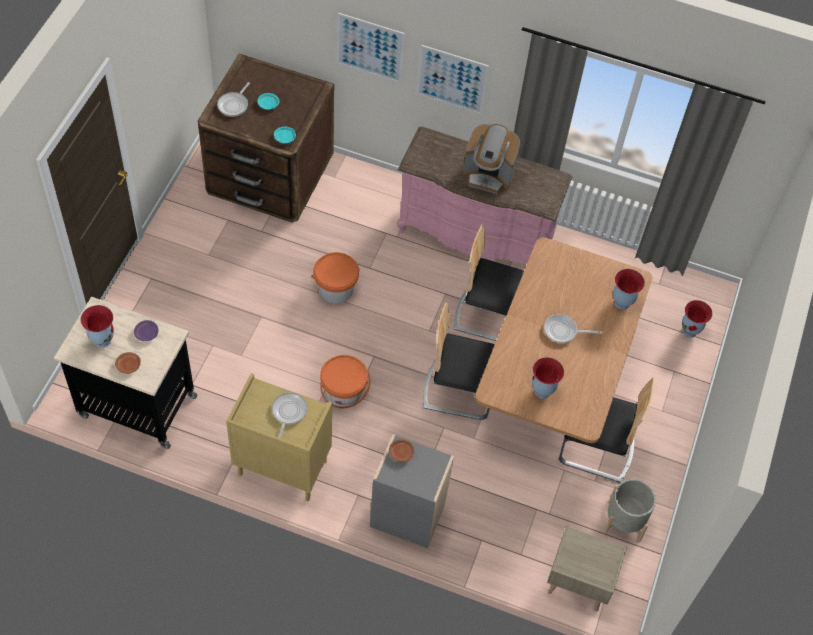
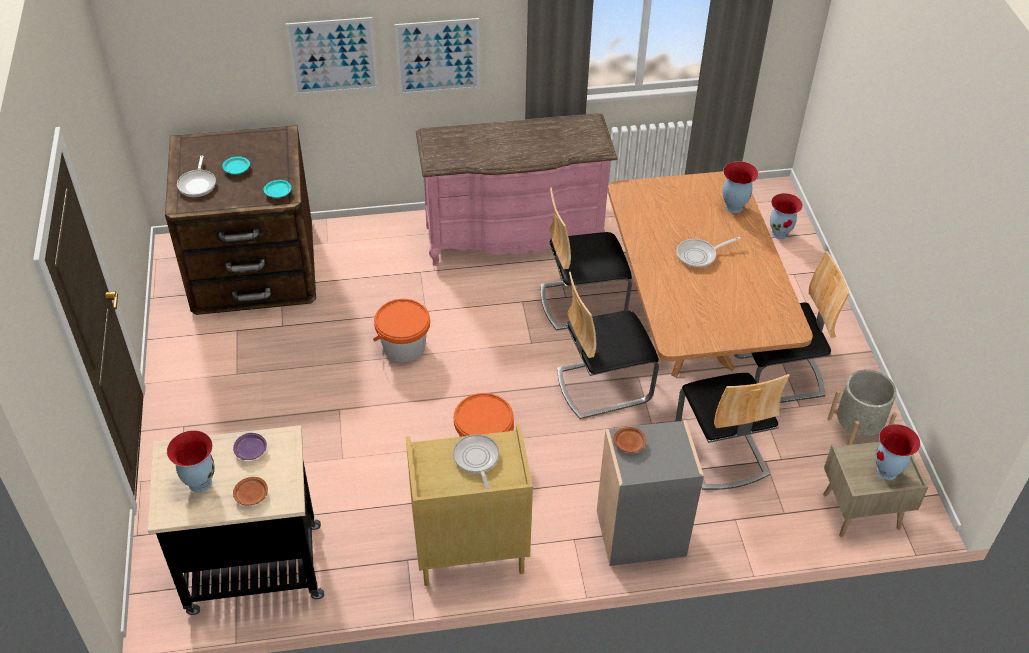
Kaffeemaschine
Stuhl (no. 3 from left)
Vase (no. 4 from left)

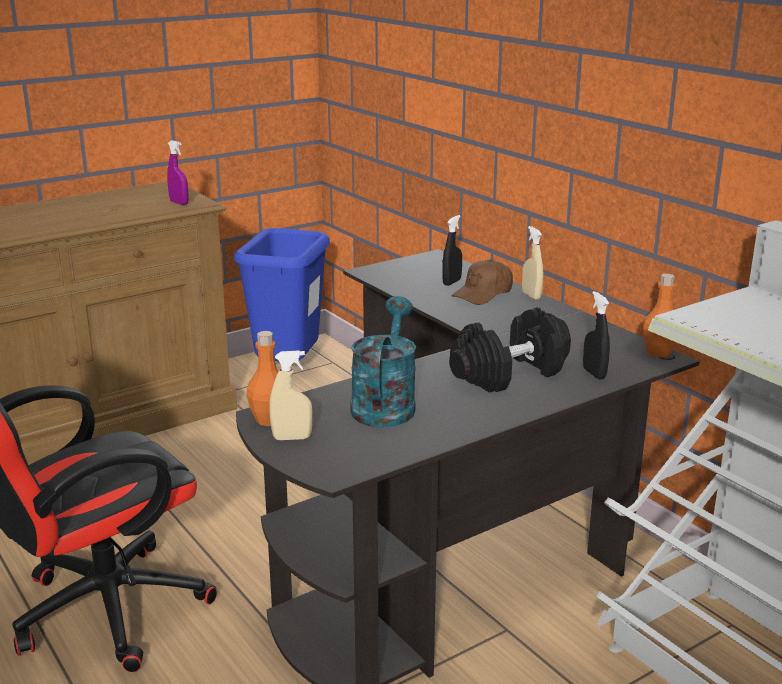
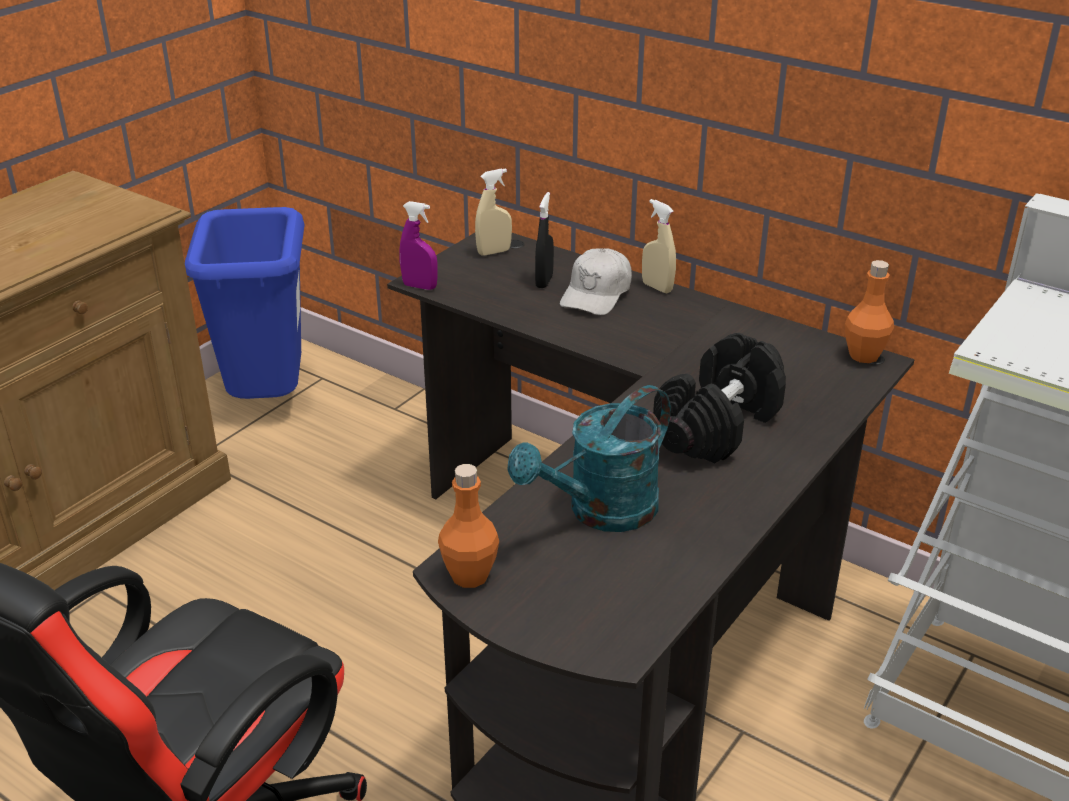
Sprühflasche (schwarz) (no. 2 from left in the first image)
Sprühflasche (lila)
Sprühflasche (beige) (no. 1 from left)
Kappe (weiß)
Gießkanne (türkis)

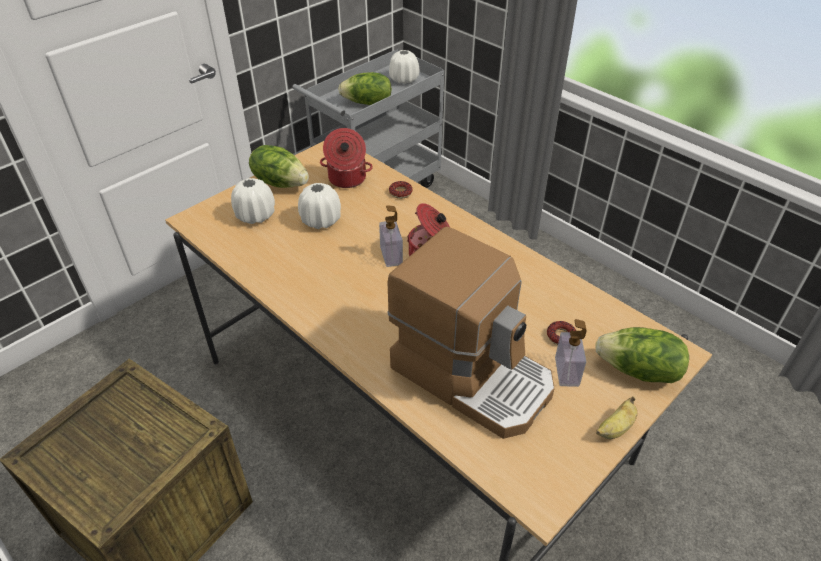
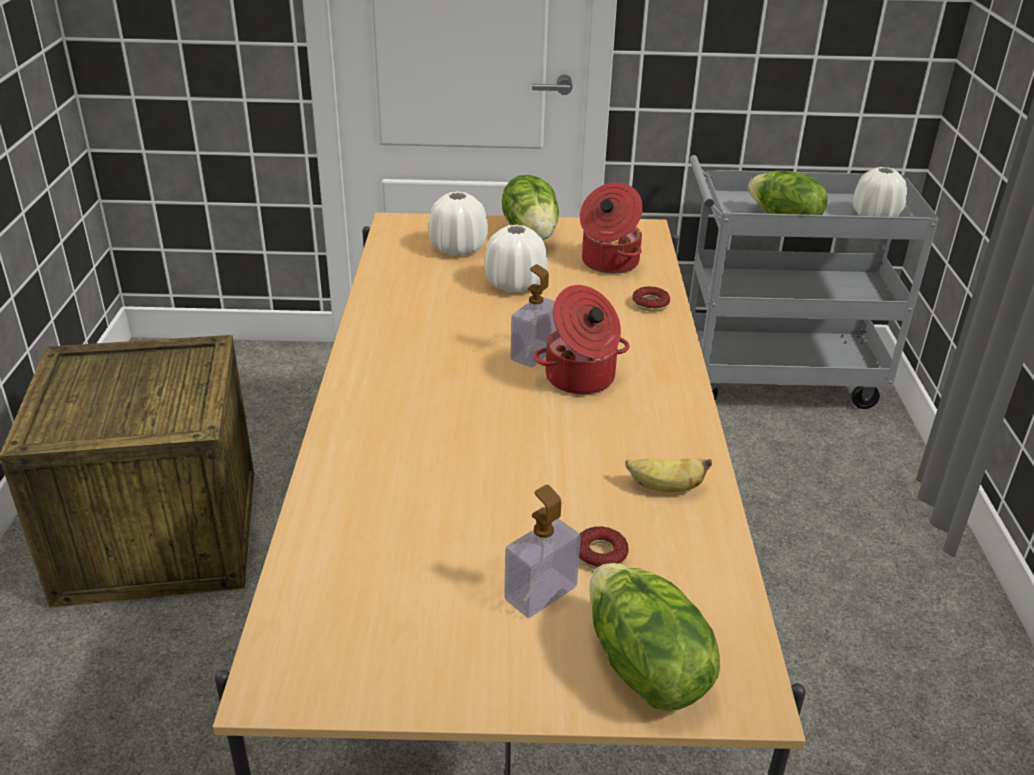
Kaffeemaschine
Banane

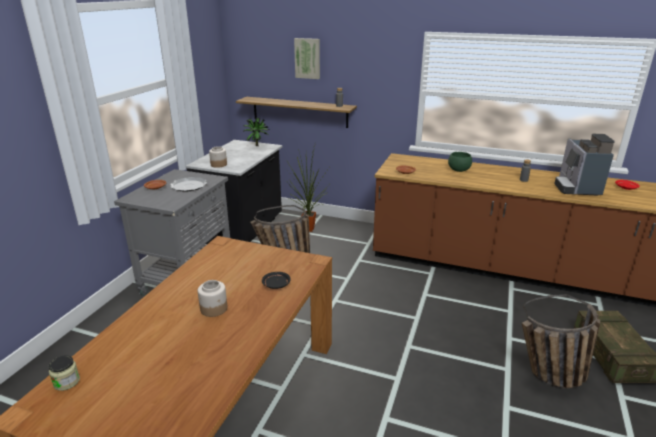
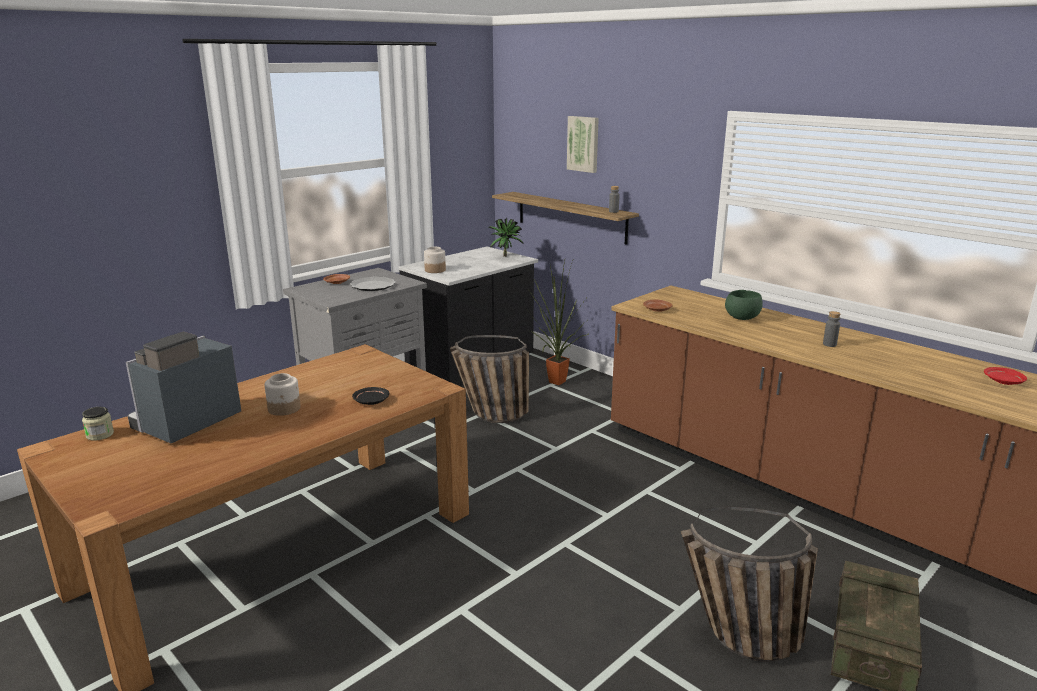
Kaffeemaschine

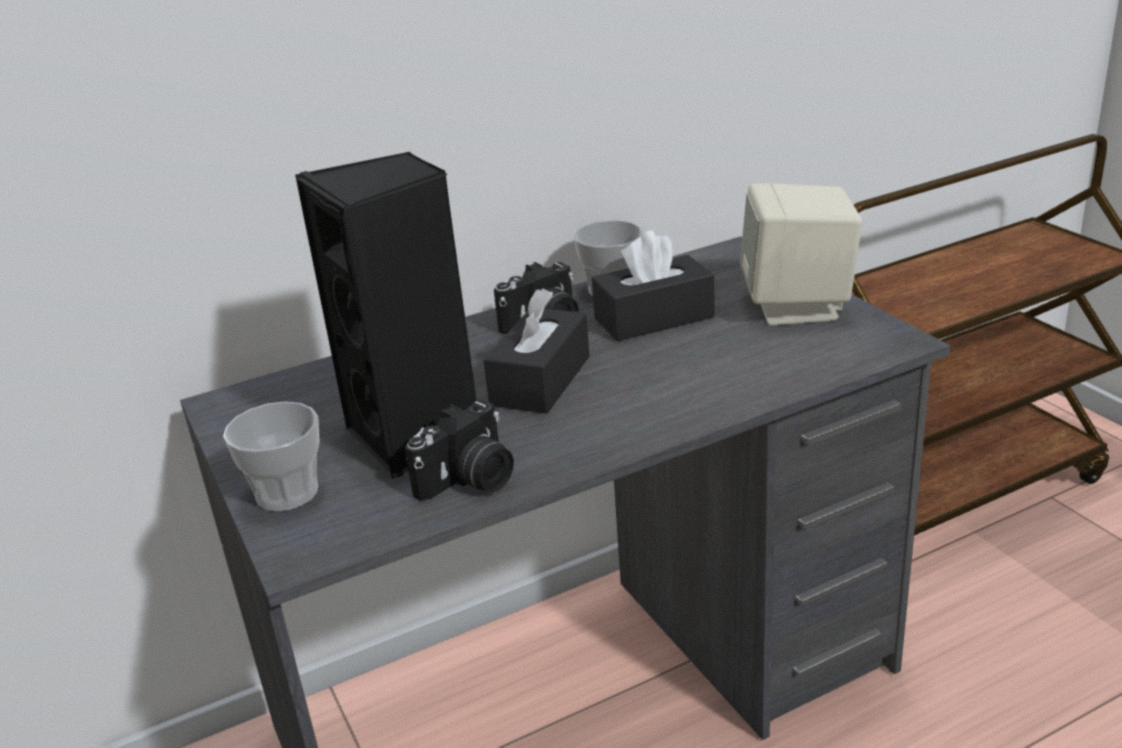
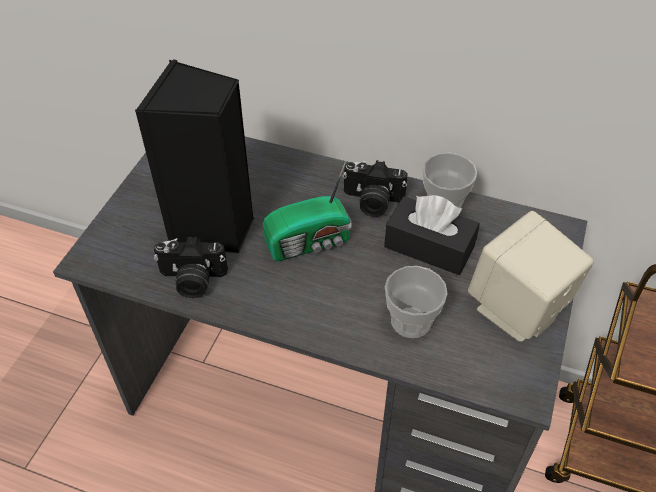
Tasse (no. 1 from left)
Radio

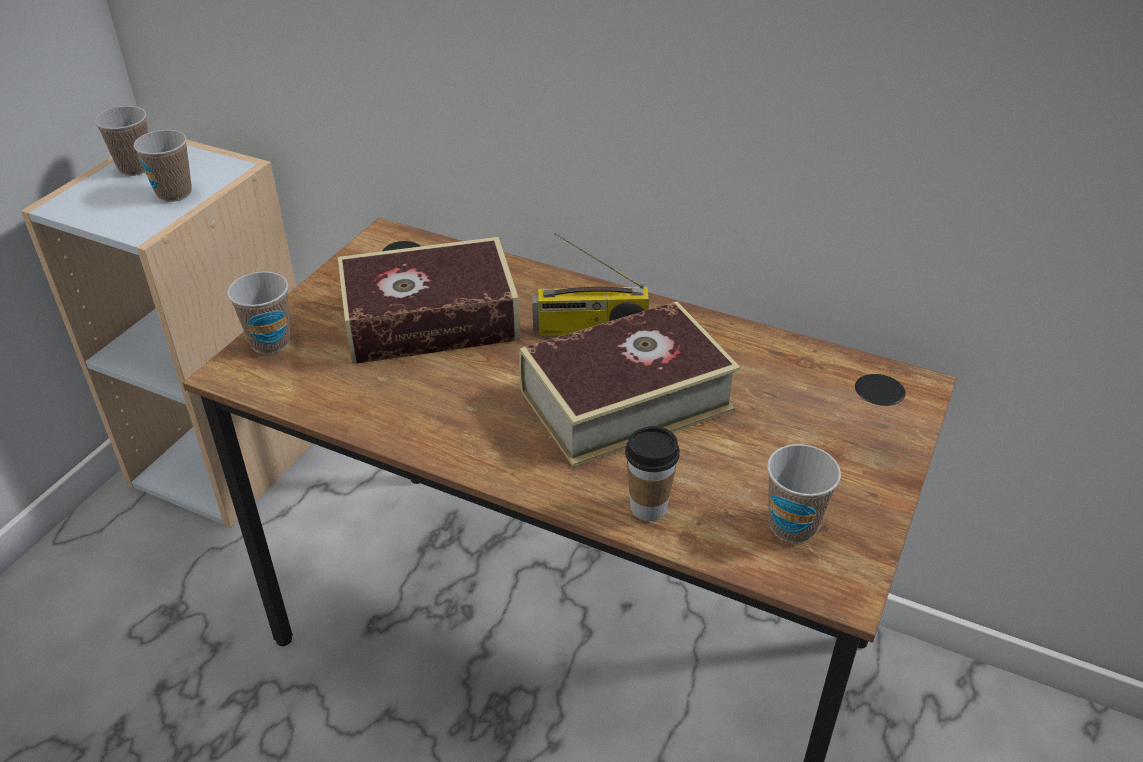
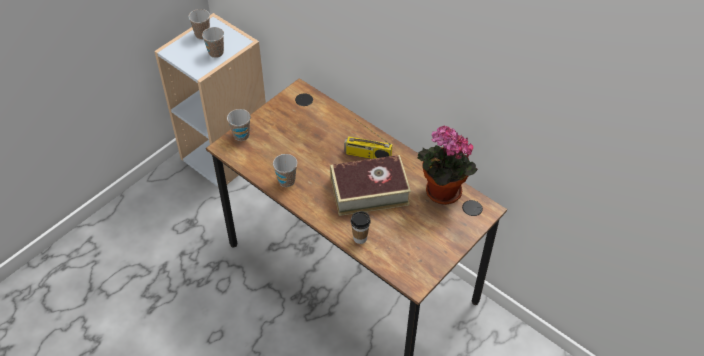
Buch (no. 1 from left in the first image)
Topfpflanze
Tasse (no. 4 from left)

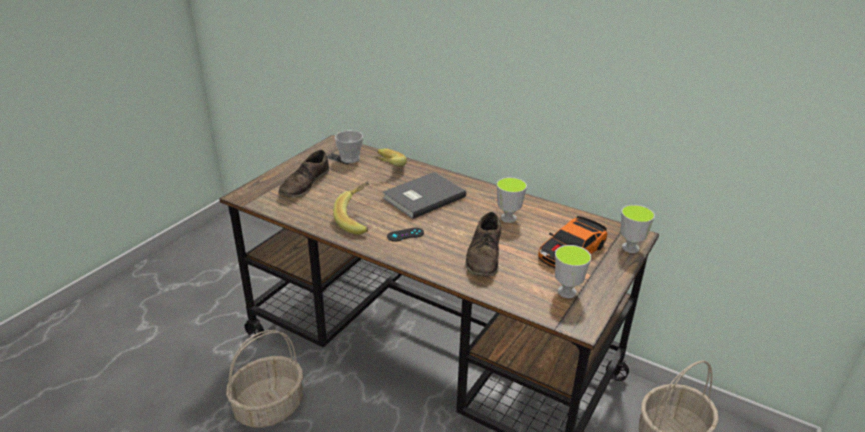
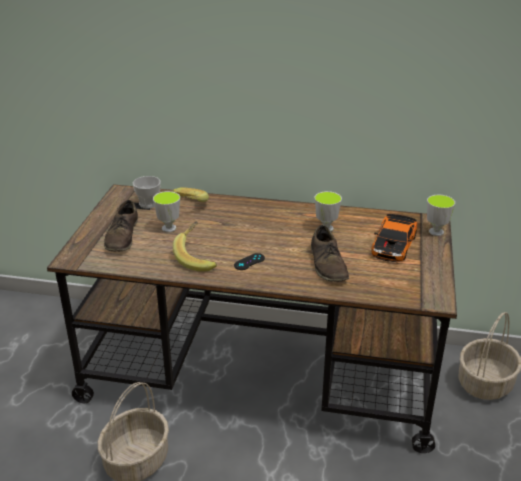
Buch (grau)
Tasse (no. 2 from left)

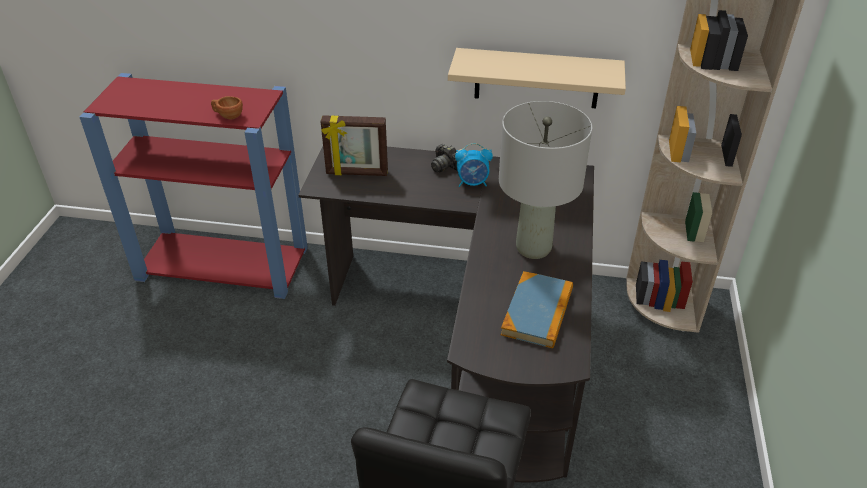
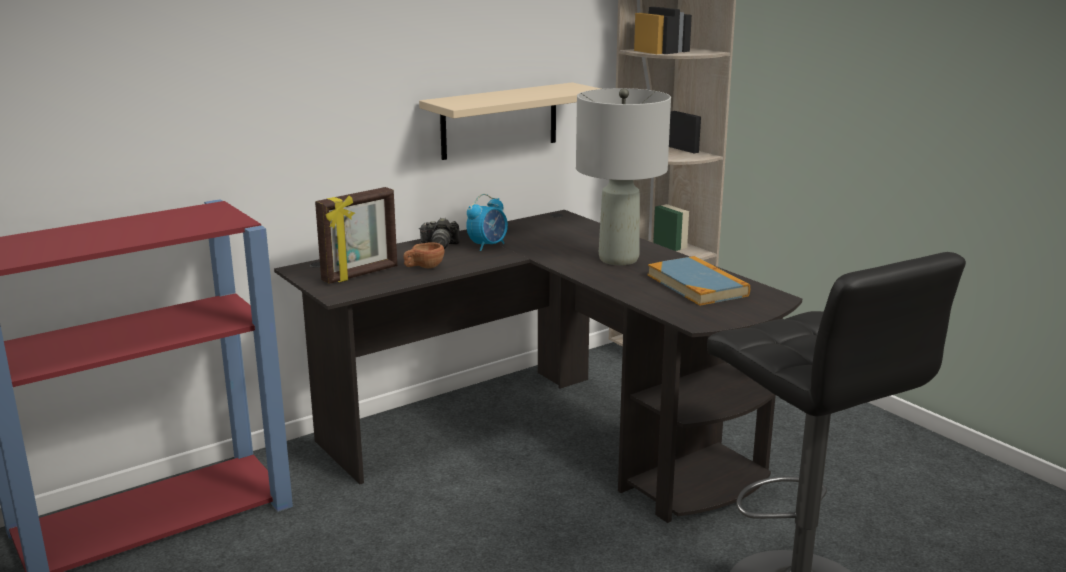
Tasse (braun)

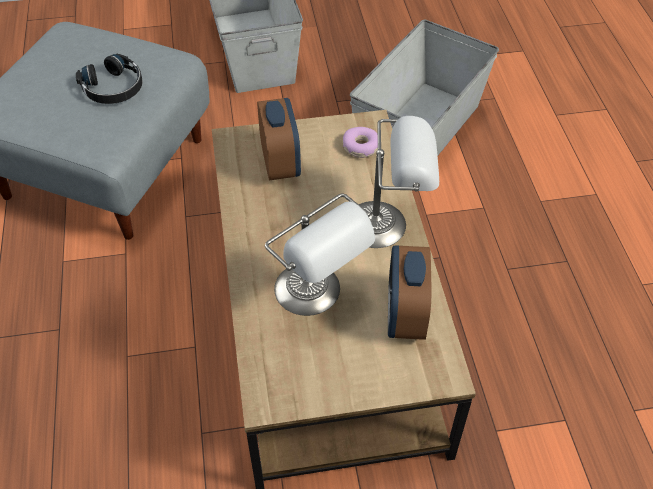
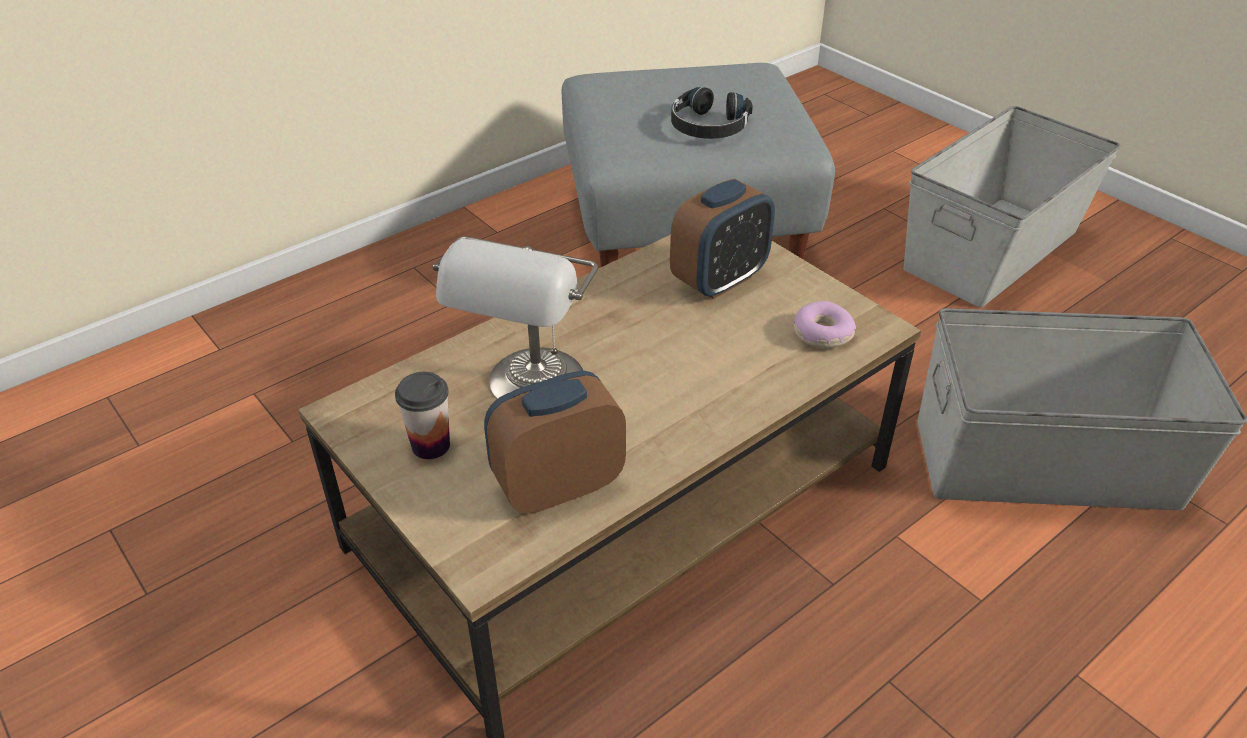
Tischlampe (weiß) (no. 2 from left in the first image)
Tasse

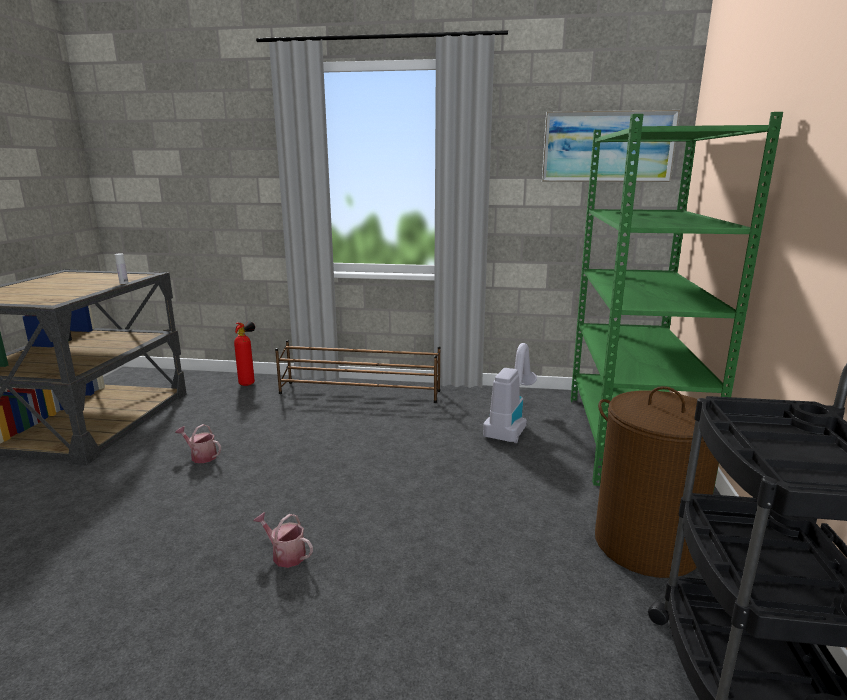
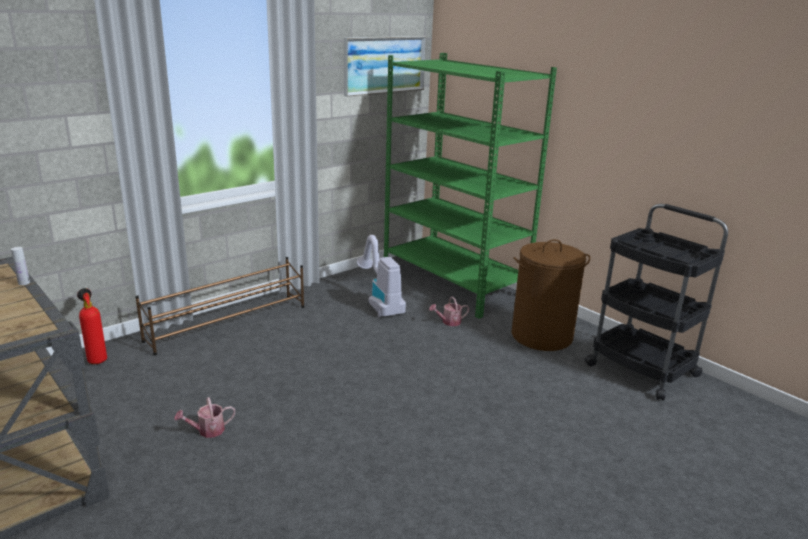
Gießkanne (no. 2 from left)

